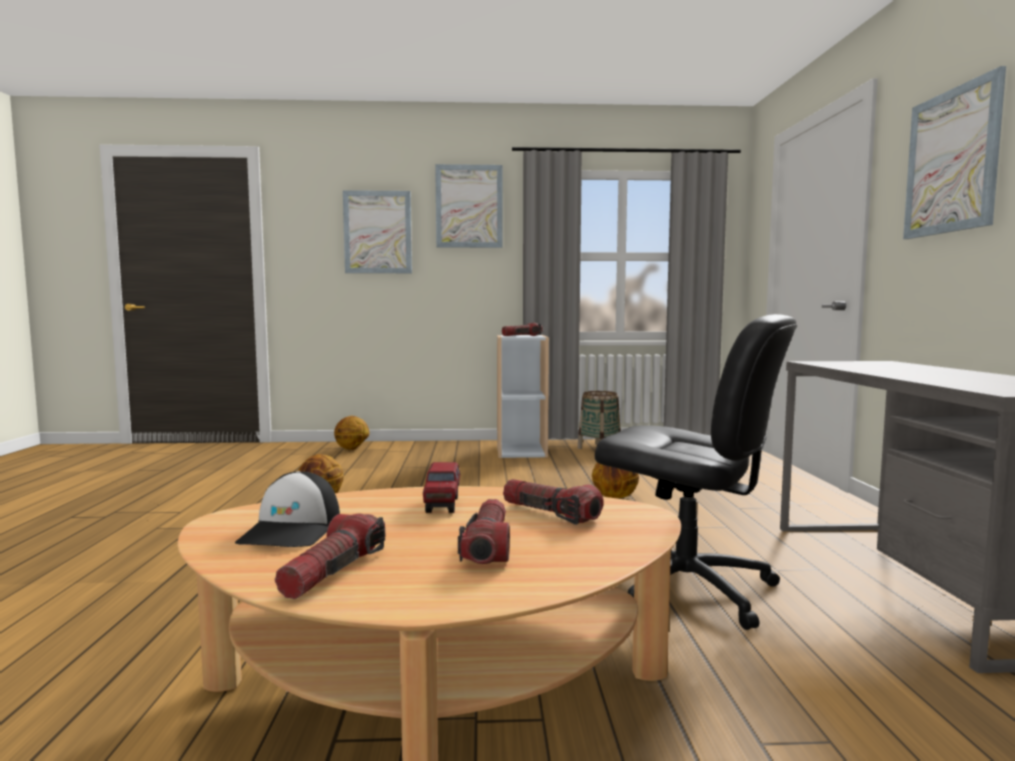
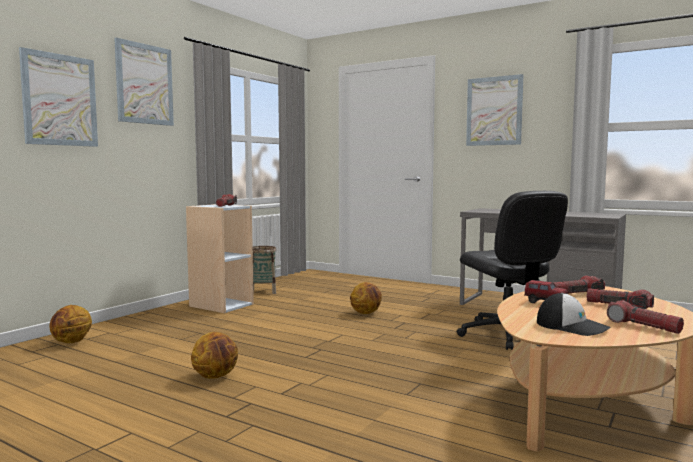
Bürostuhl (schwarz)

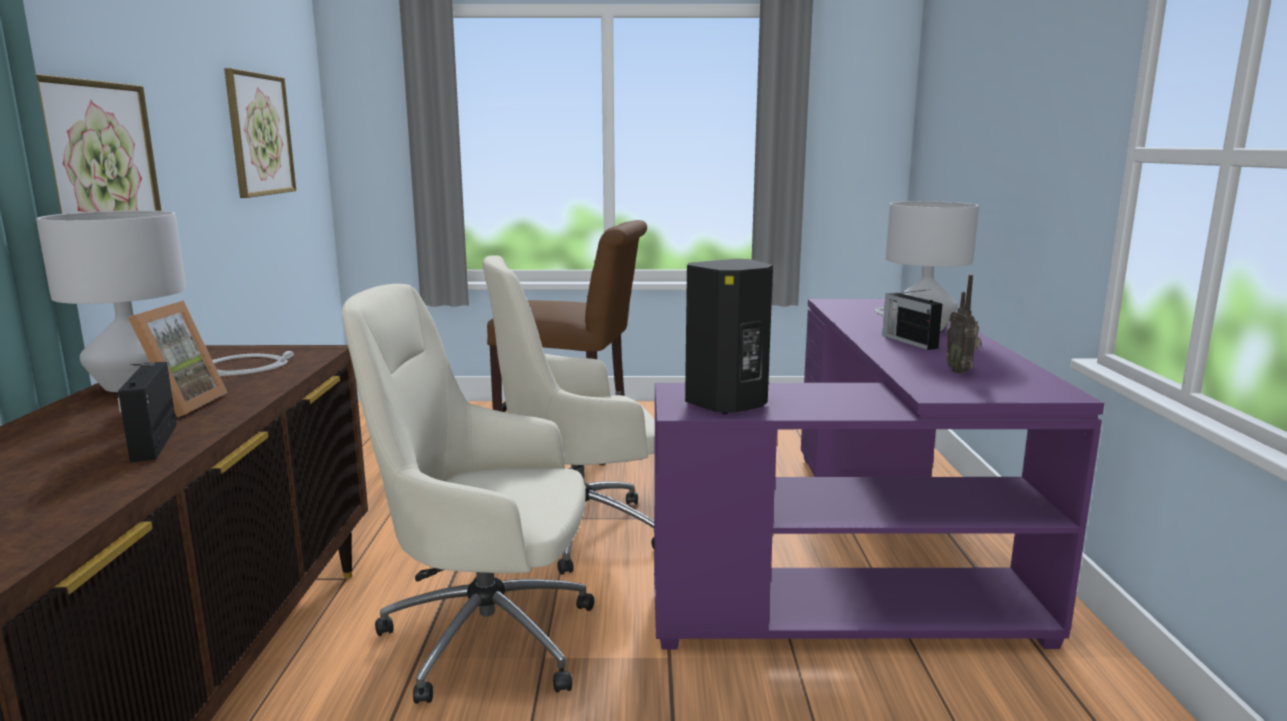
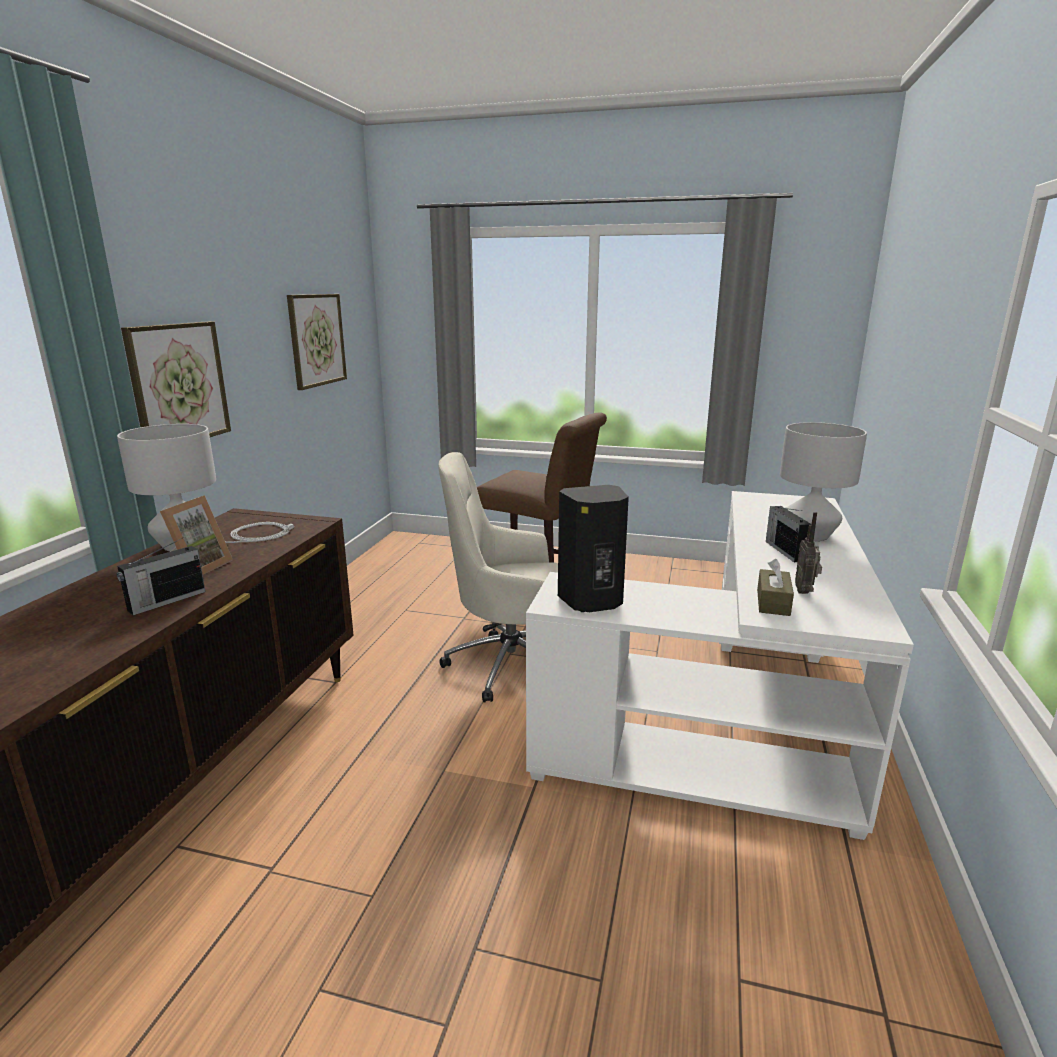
Bürostuhl (beige) (no. 1 from left in the first image)
Taschentuchbox (braun)
Schreibtisch (weiß)
Radio (no. 1 from left)

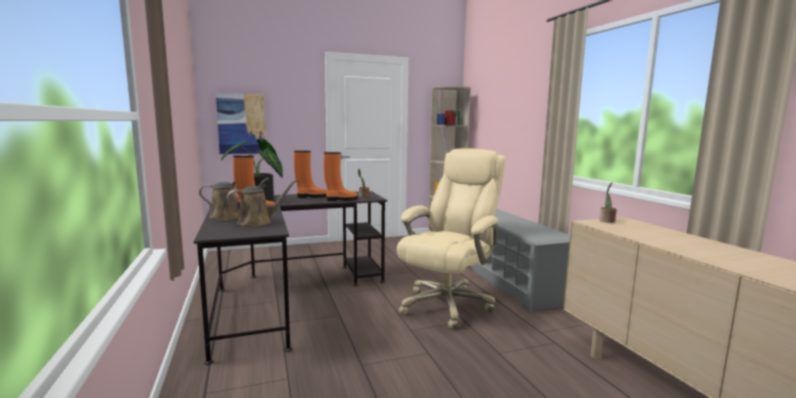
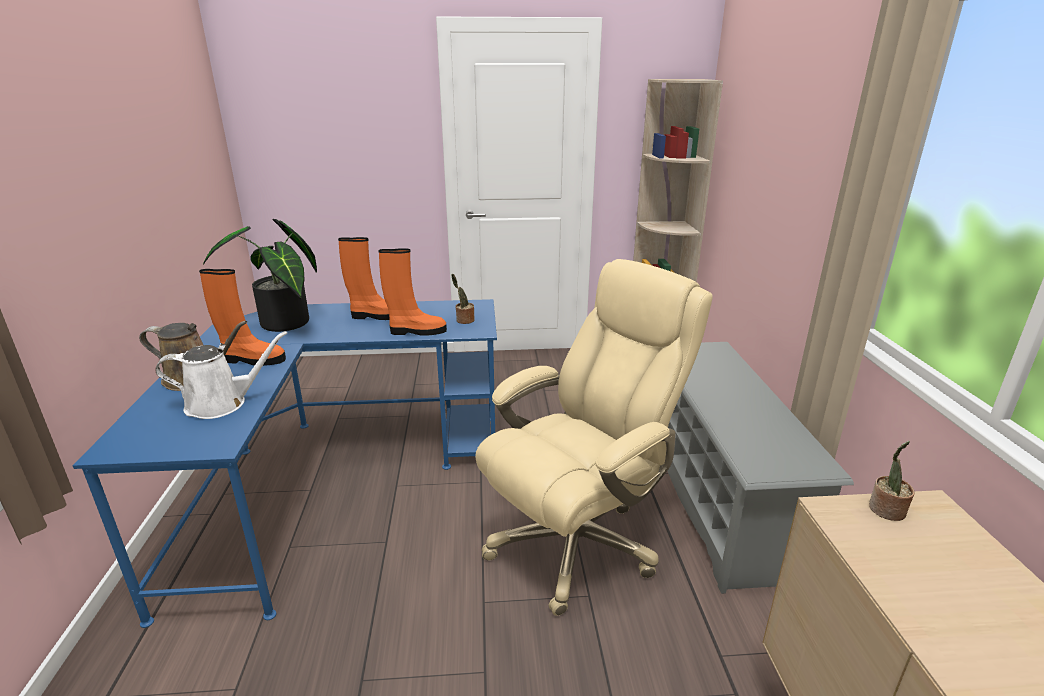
Bild
Schreibtisch (blau)
Gießkanne (weiß)

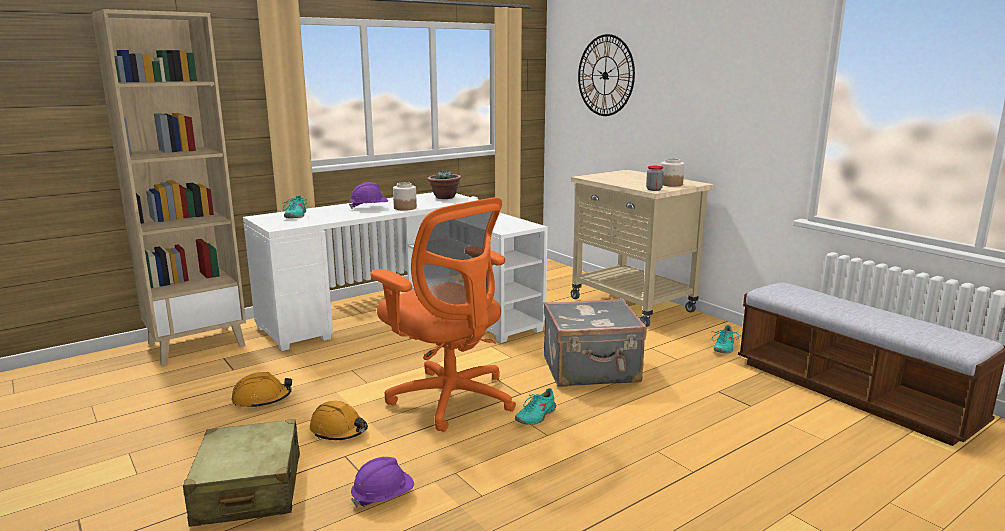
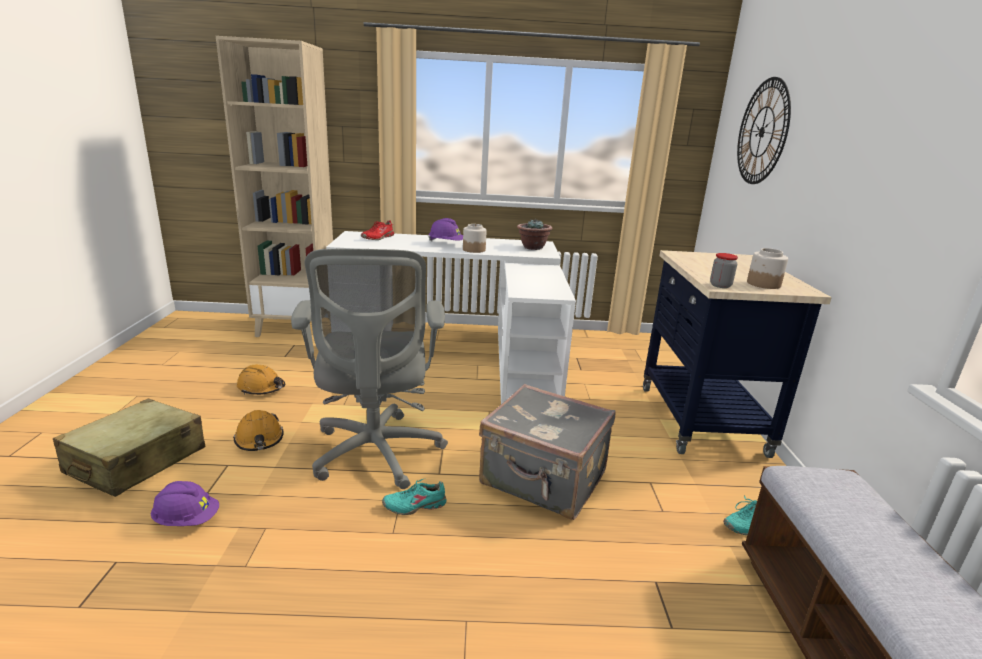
Schuh (rot)
Bürostuhl (grau)
Rollwagen (blau)

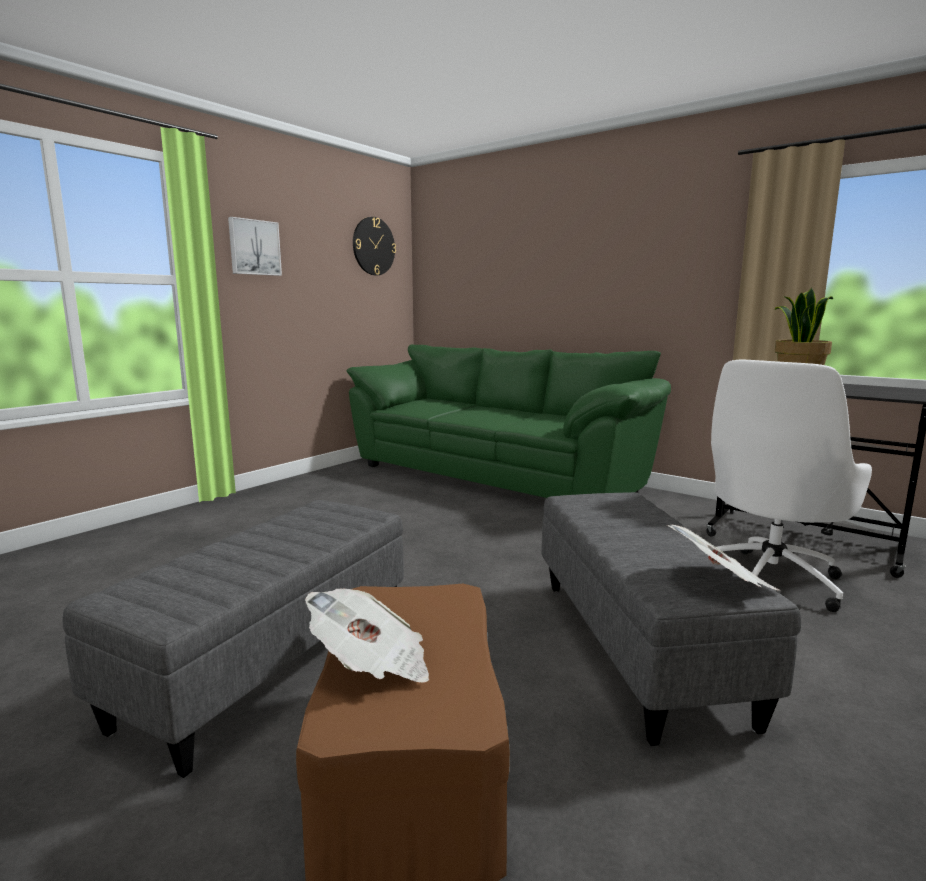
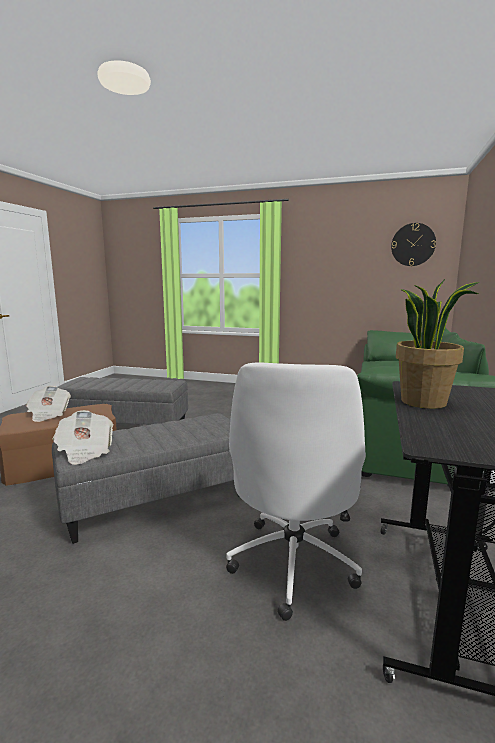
Bild
Bürostuhl (weiß)

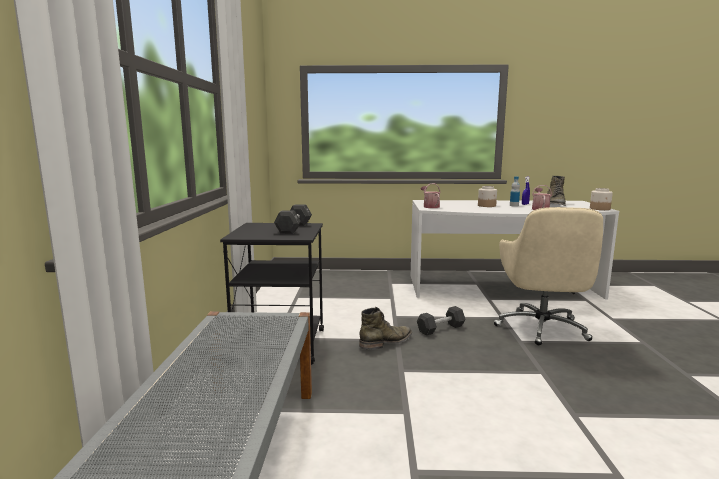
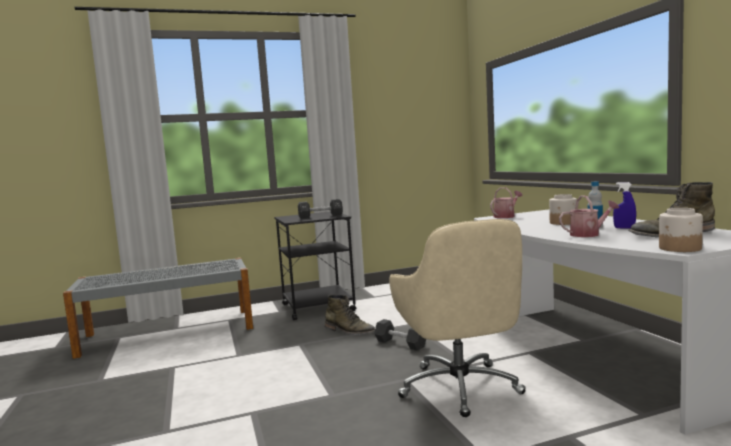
Bürostuhl (beige)

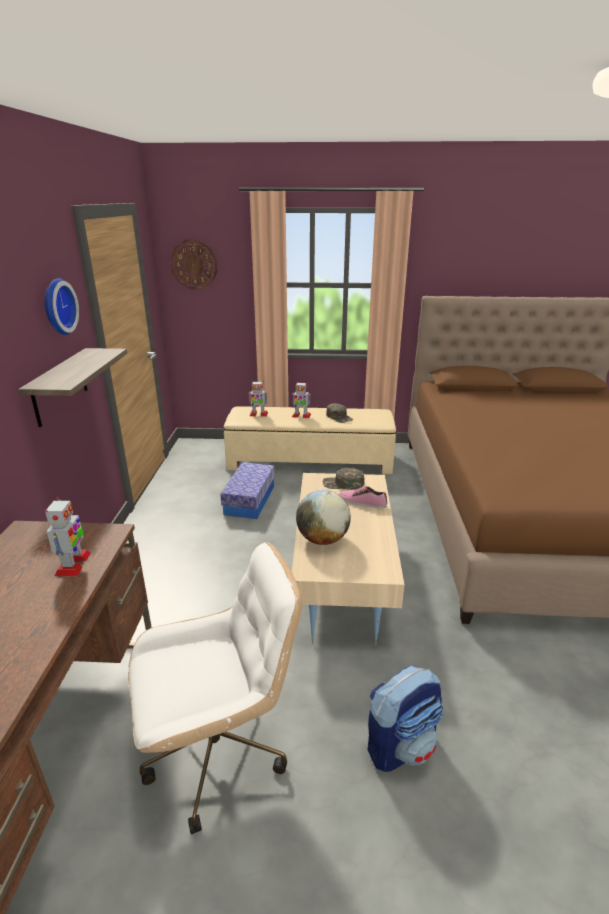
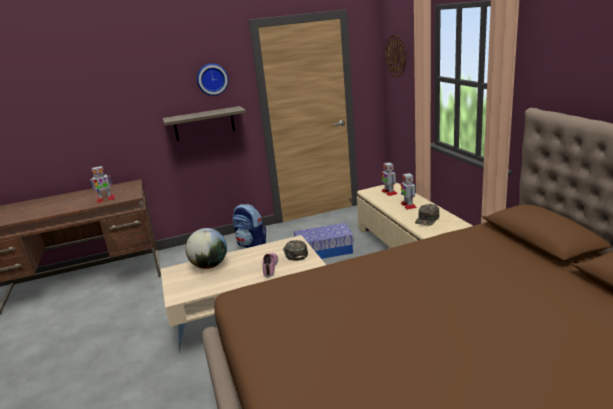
Bürostuhl (weiß)
Rucksack

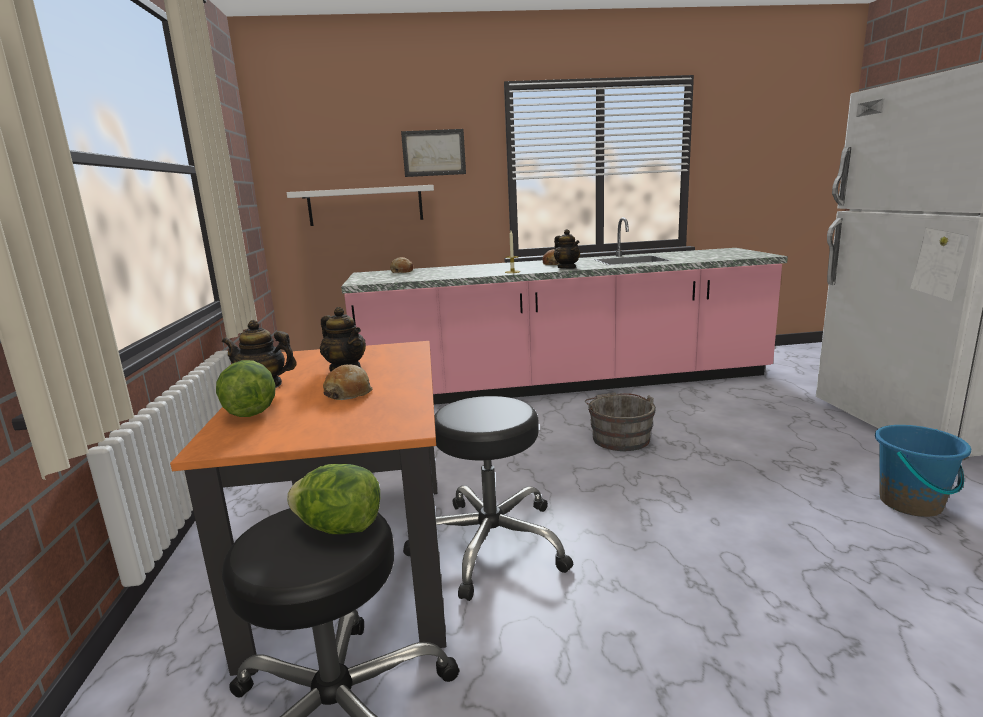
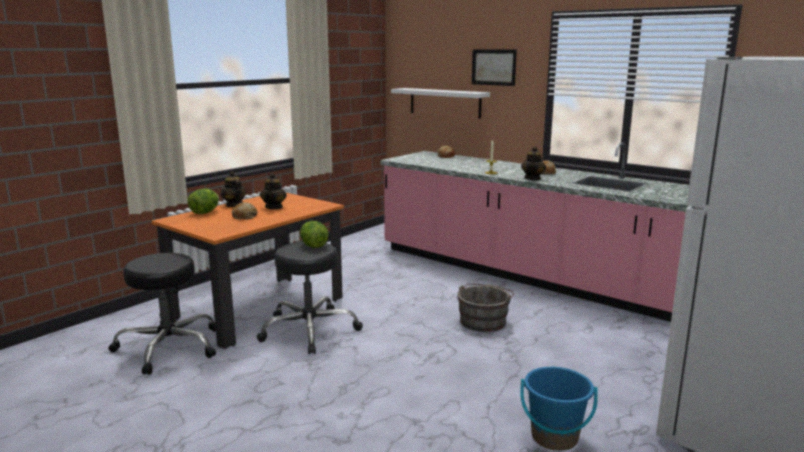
Salatkopf (no. 2 from left)

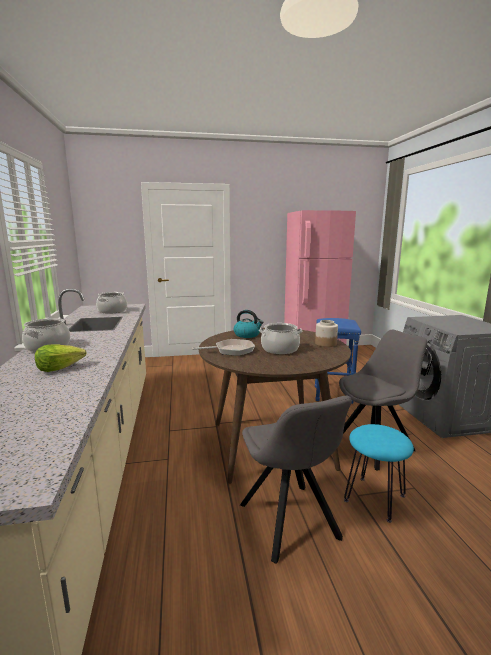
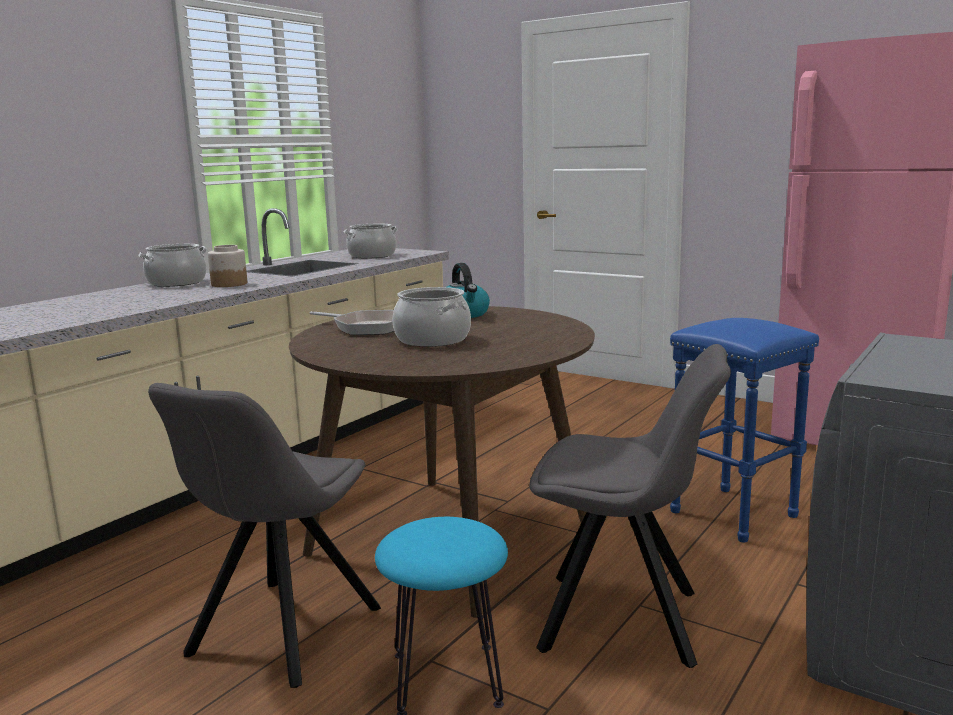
Salatkopf
Vorratsglas

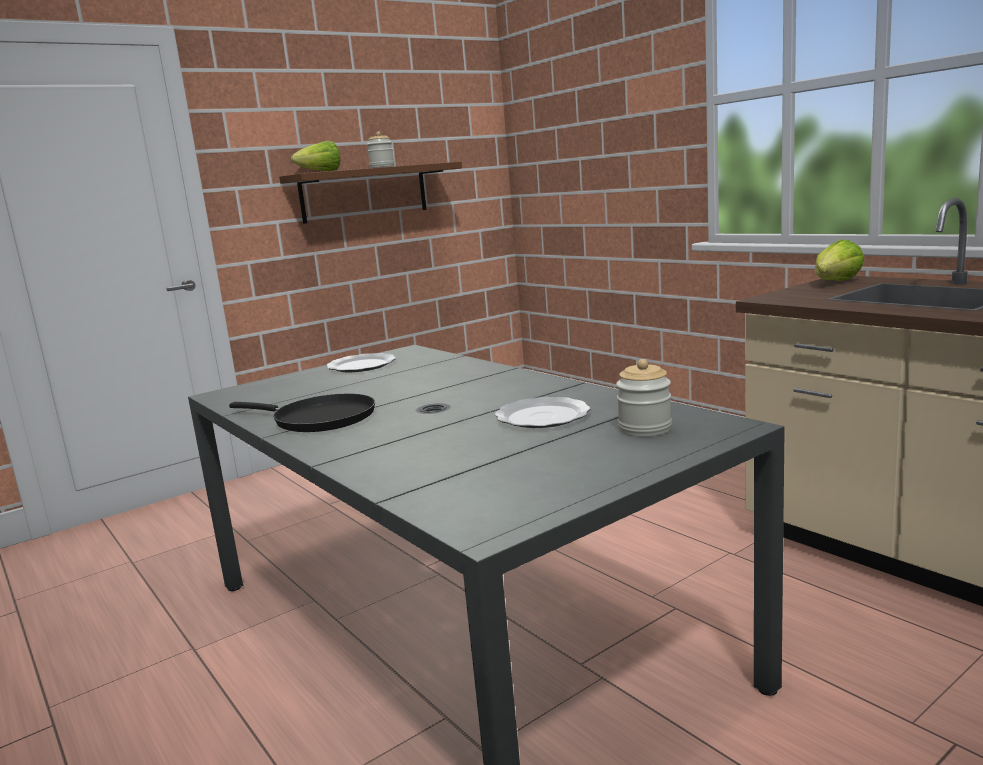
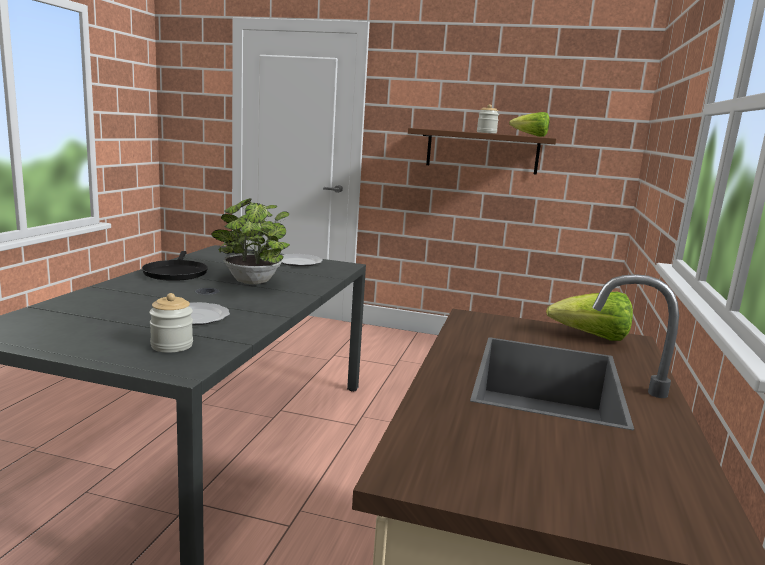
Topfpflanze
Salatkopf (no. 1 from left)

